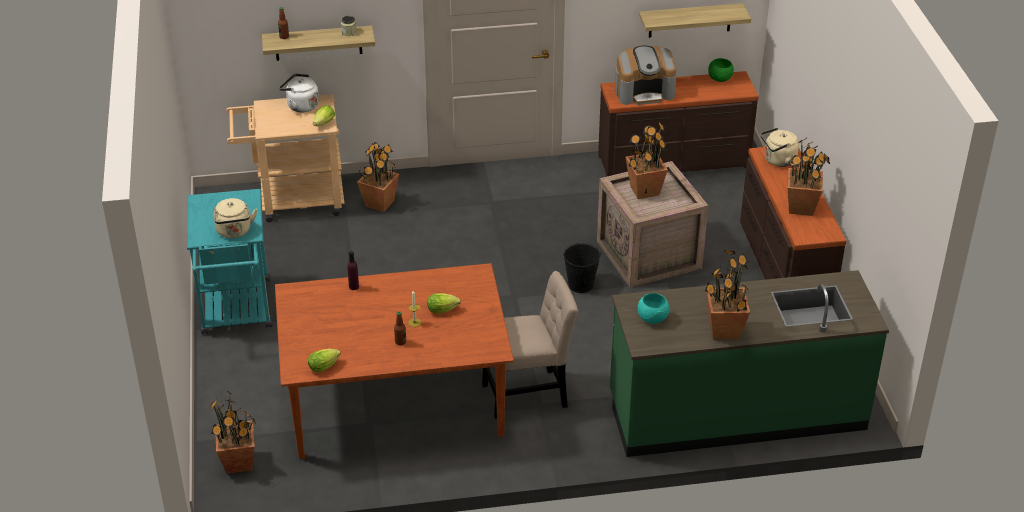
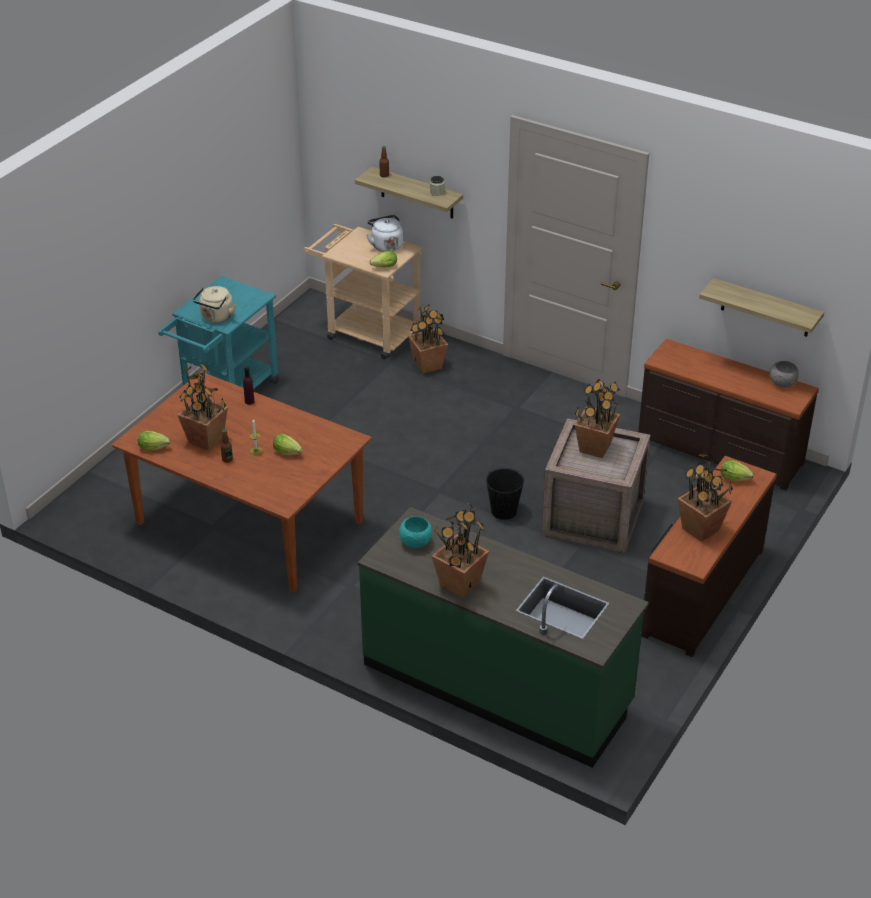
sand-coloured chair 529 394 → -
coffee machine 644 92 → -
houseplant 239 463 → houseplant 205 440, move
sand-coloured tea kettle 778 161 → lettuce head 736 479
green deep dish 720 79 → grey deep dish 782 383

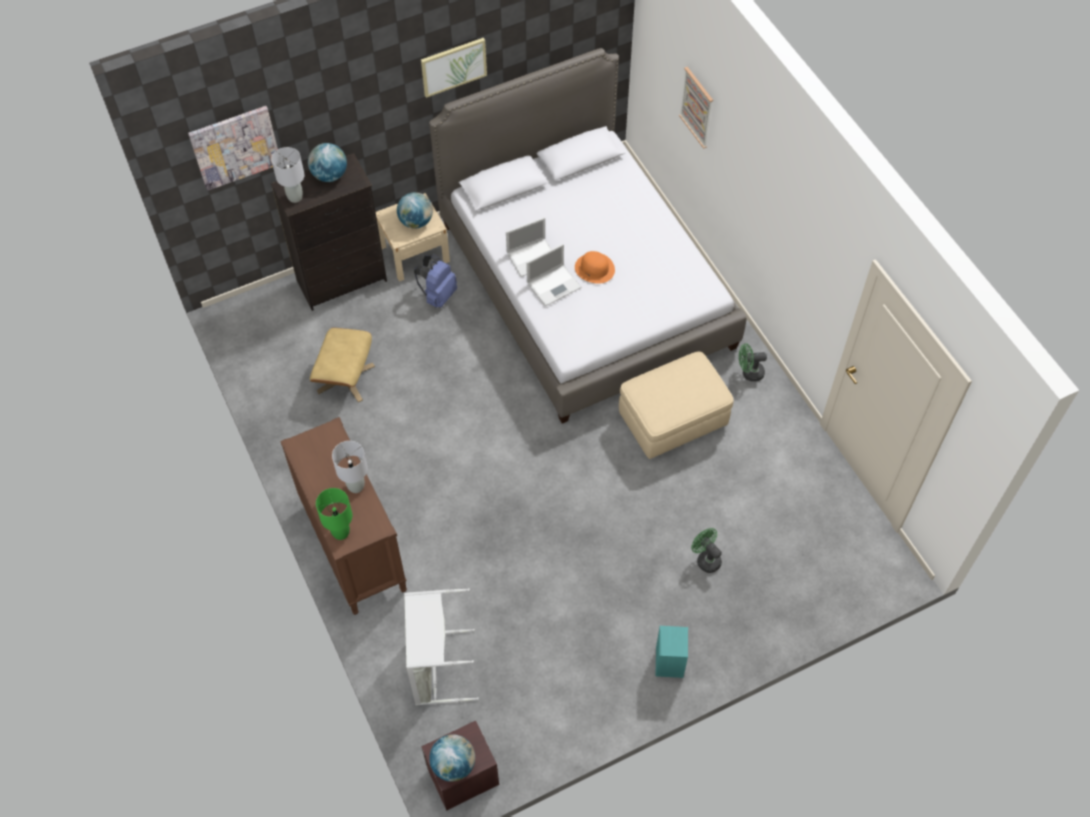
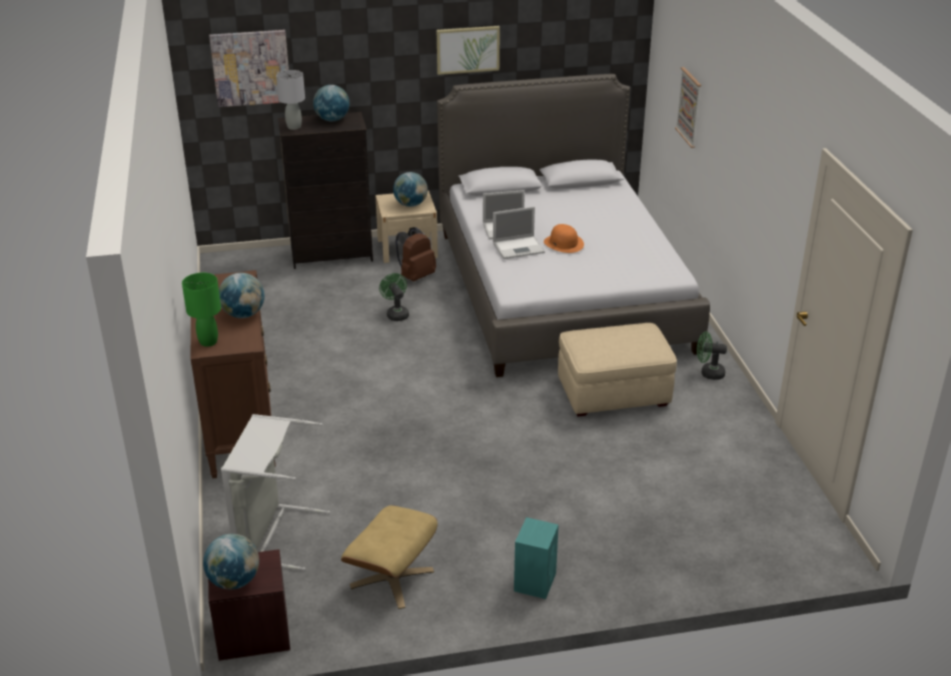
sand-coloured pouffe 346 378 → sand-coloured pouffe 392 578, move
green fan 706 559 → green fan 396 313, move
grey tabletop lamp 356 486 → desk globe 243 314
blue-coloured backpack 438 295 → brownish backpack 415 276

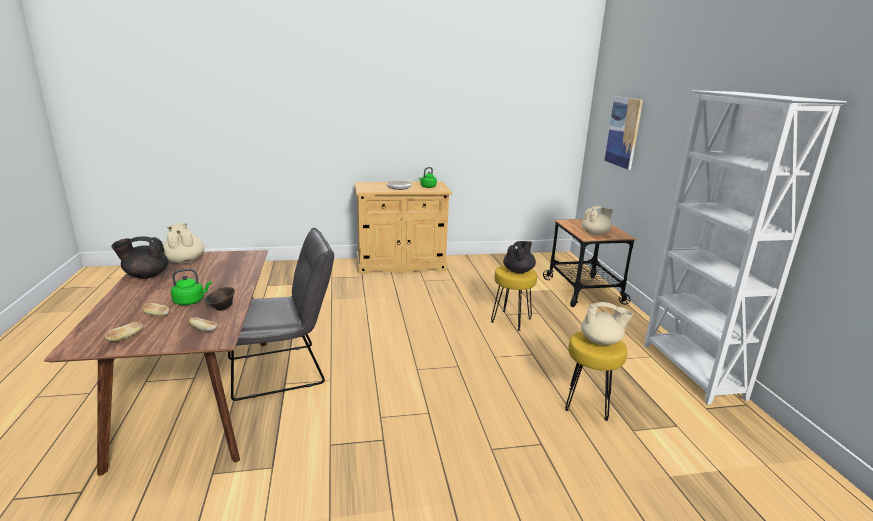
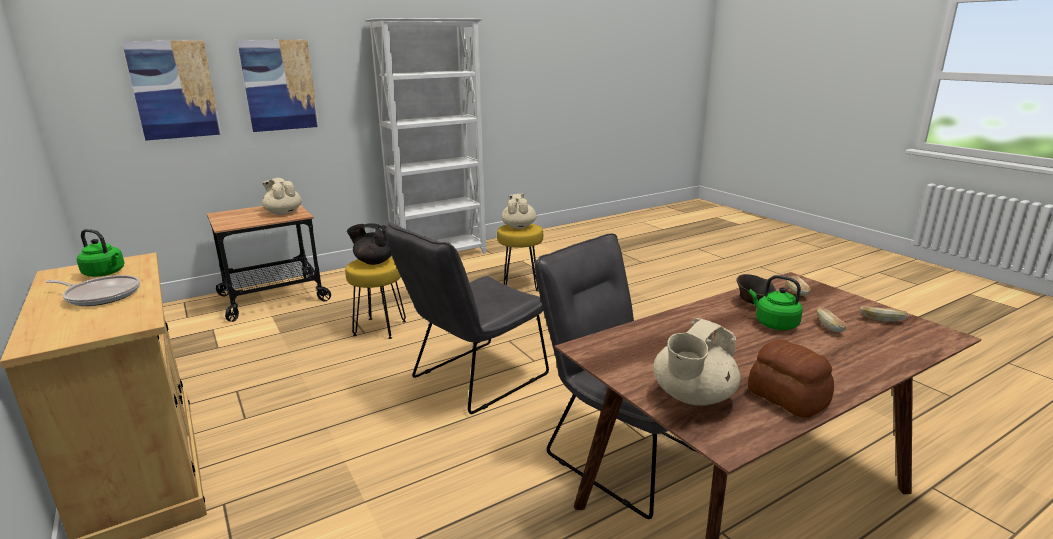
- → wall picture 279 85
- → grey chair 473 379
black-coloured pot for tea 146 275 → bread 787 398

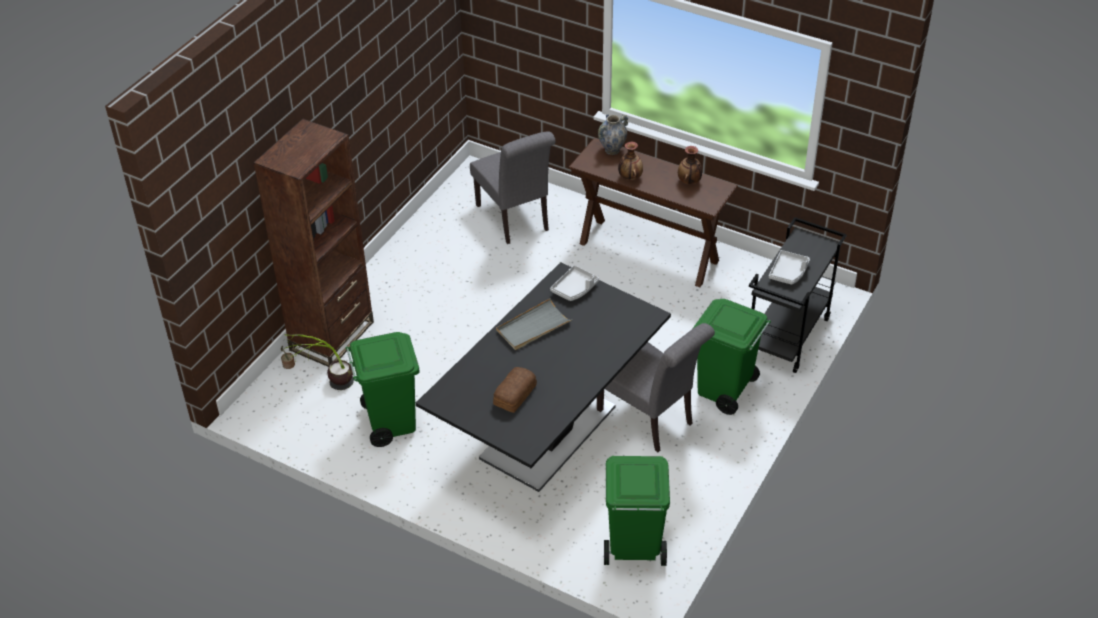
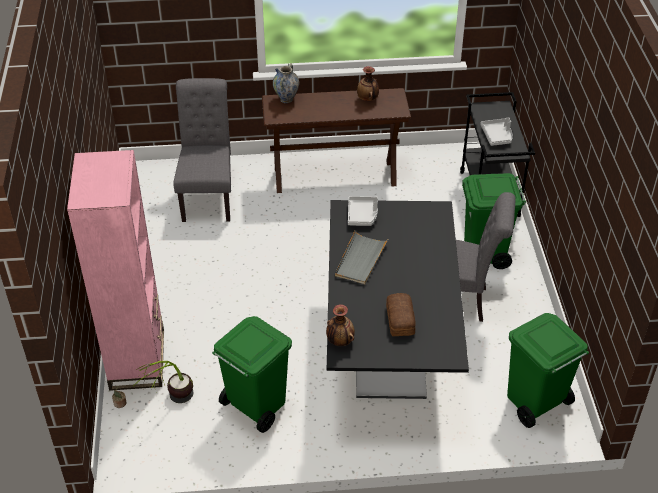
flower vase 630 177 → flower vase 340 341, move
brownish bookcase 332 336 → pink-coloured bookcase 137 359
grey chair 515 220 → grey chair 208 196, 120 degrees counterclockwise

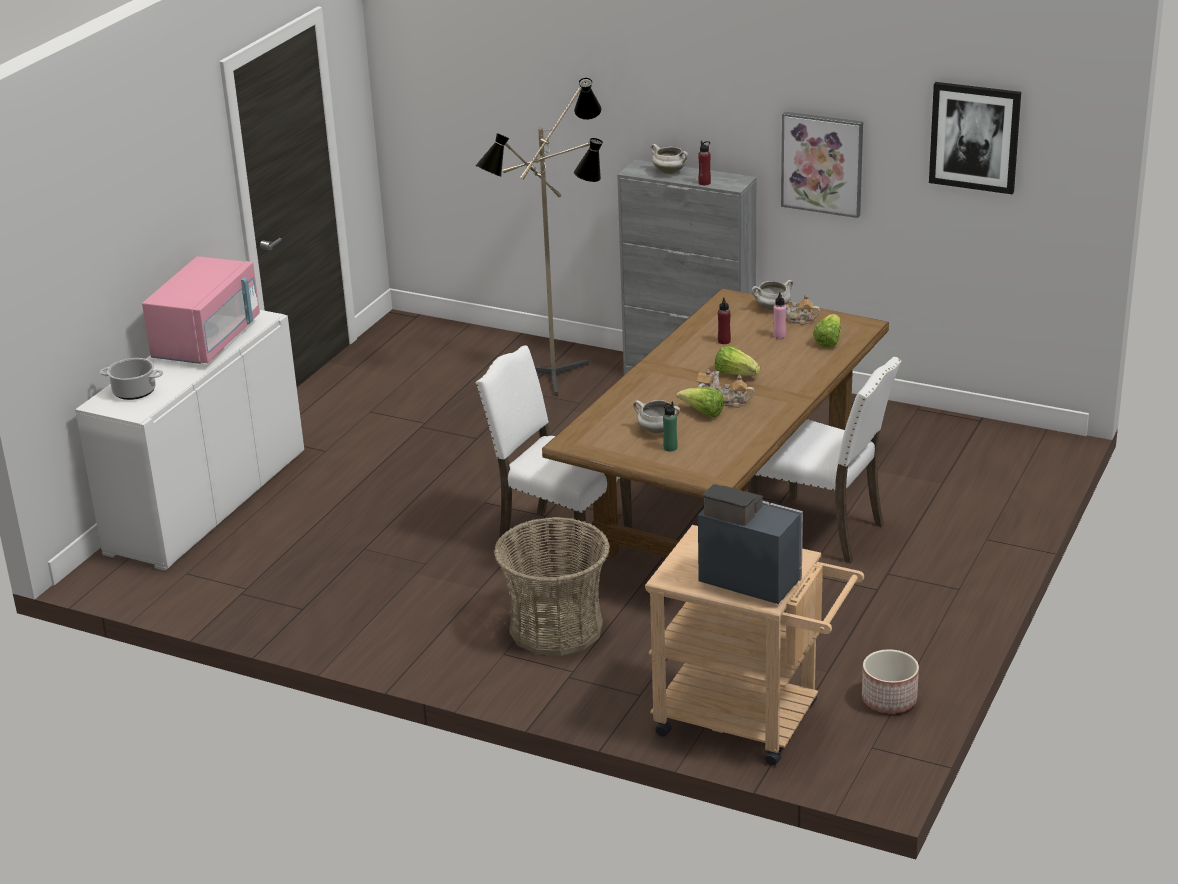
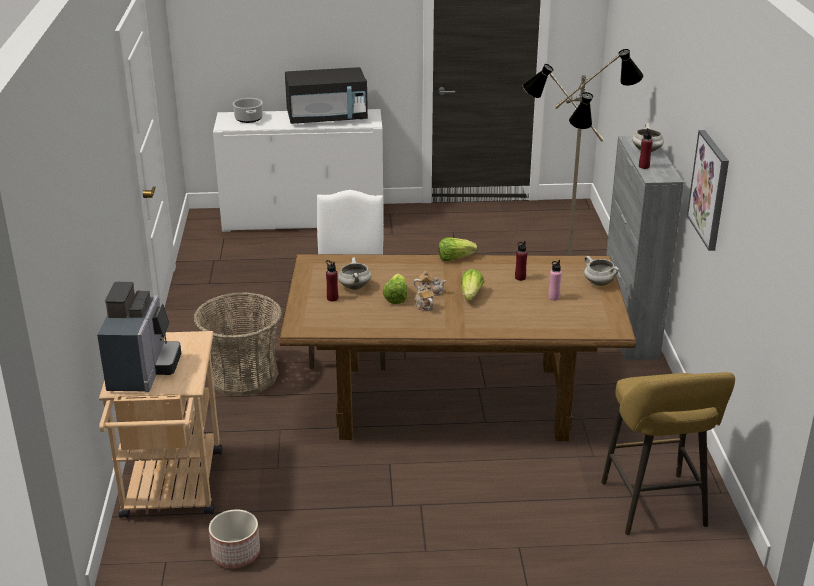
whitish chair 821 531 → -
pot for tea 801 320 → -
wall picture 975 137 → -
- → yellow-coloured stool seat 655 508
lettuce head 828 341 → lettuce head 455 258, move
pink-coloured kitchen microwave 207 341 → black-coloured kitchen microwave 327 118
green beverage bottle 670 448 → red-coloured beverage bottle 332 298

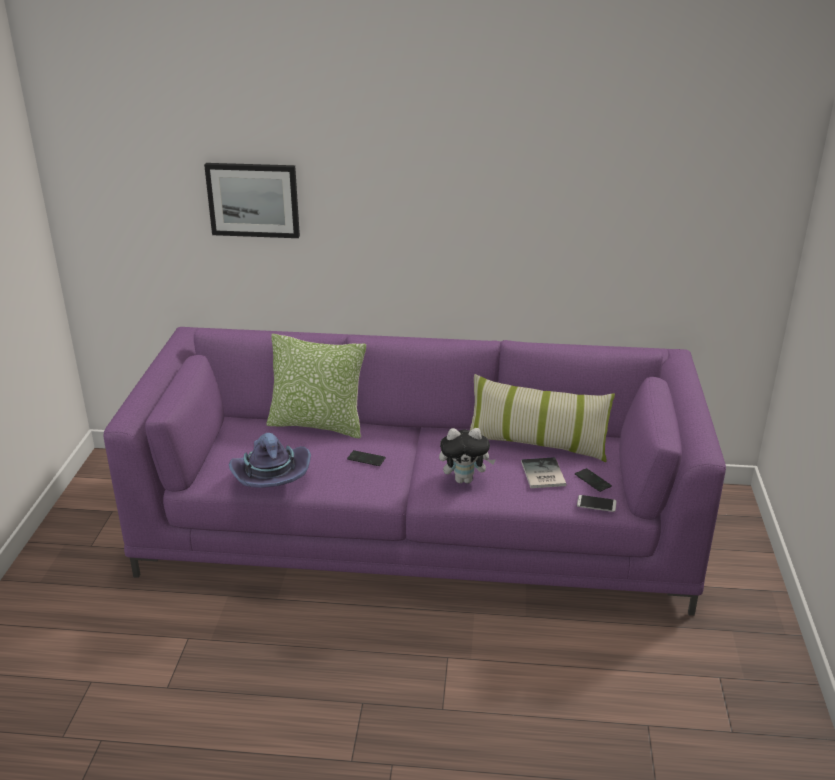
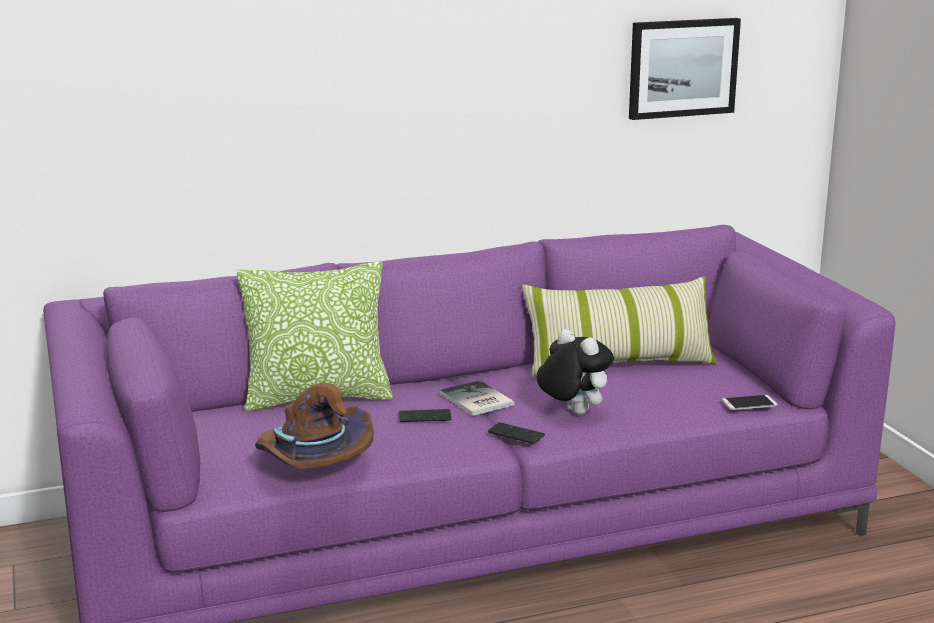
wall picture 253 199 → wall picture 682 68, move
volume 542 474 → volume 476 400, move
telephone 592 481 → telephone 516 434, move
purple wearable hat 270 476 → brownish wearable hat 310 460
cuddly toy 465 479 → cuddly toy 572 412, 105 degrees counterclockwise

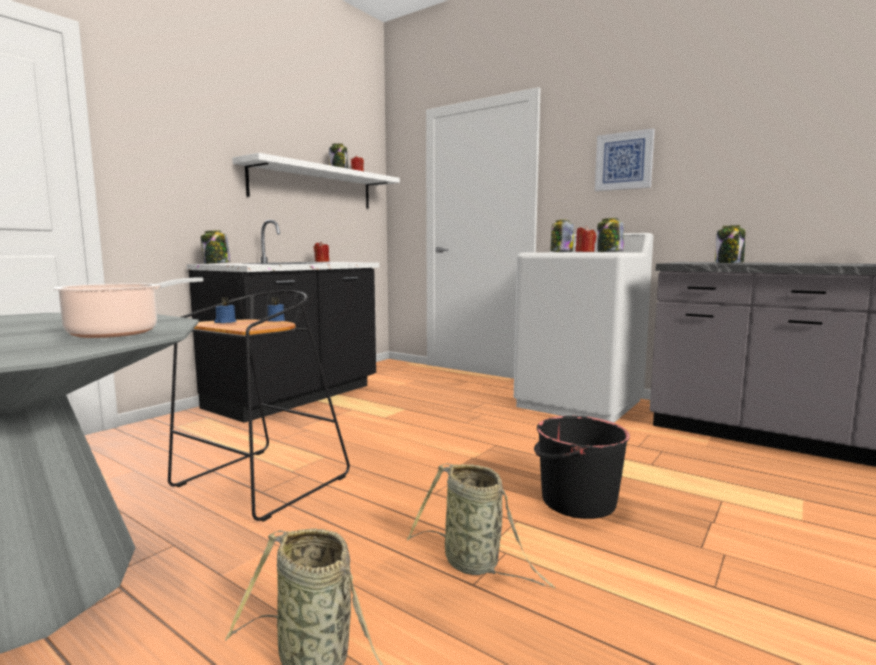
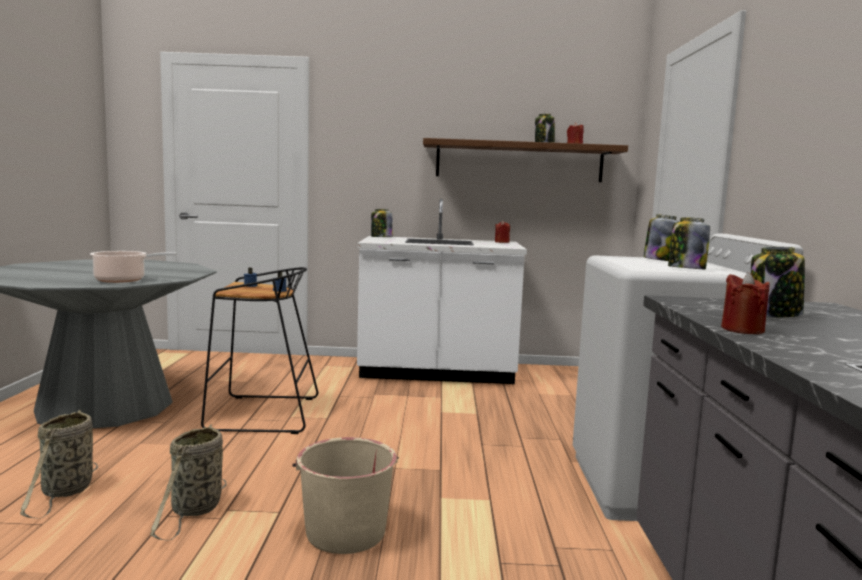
wall picture 624 161 → -
red-coloured candle 585 252 → red-coloured candle 742 330, move
black-coloured counter 295 397 → whitish counter 436 373
whitish wall shelf 313 186 → brownish wall shelf 519 161
black-coloured water bucket 577 501 → sand-coloured water bucket 345 532

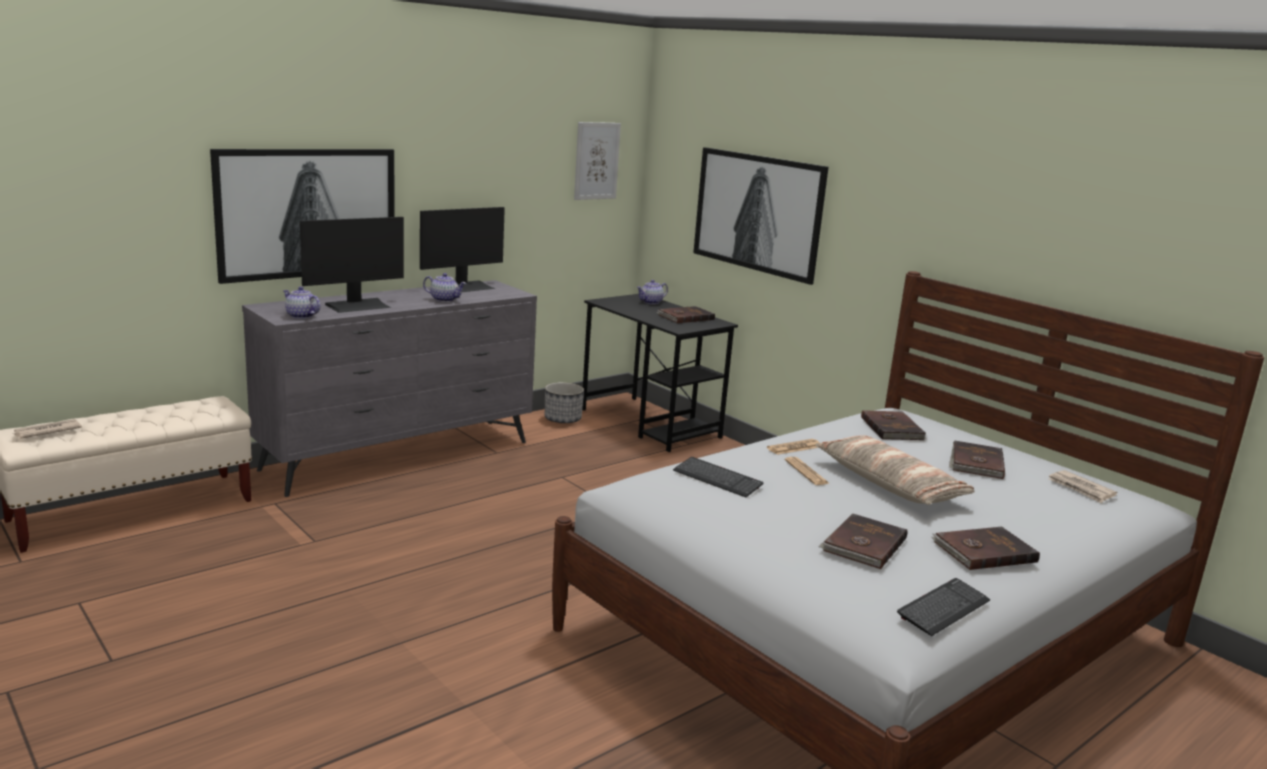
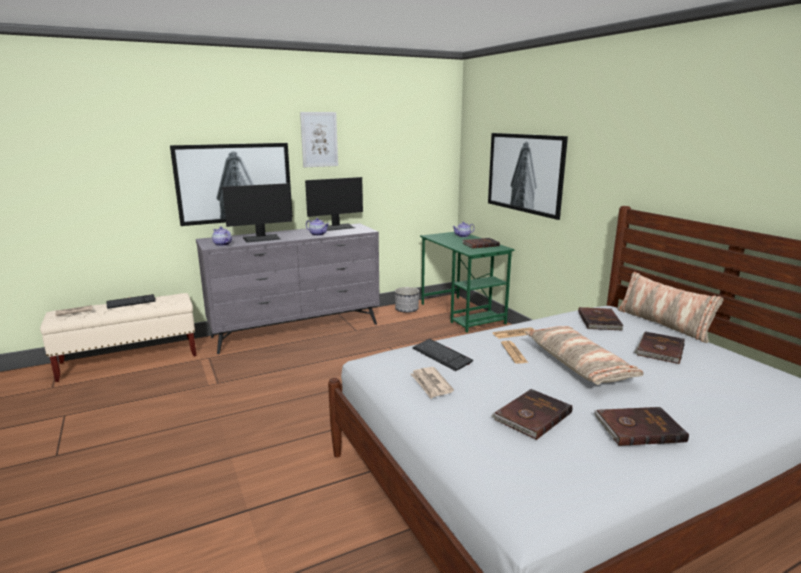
- → pillow 663 324
wall picture 596 161 → wall picture 319 139, move
PC keyboard 943 609 → PC keyboard 131 302, move
printed paper 1081 489 → printed paper 431 384, move
black-coloured desk unit 651 423 → green desk unit 462 314

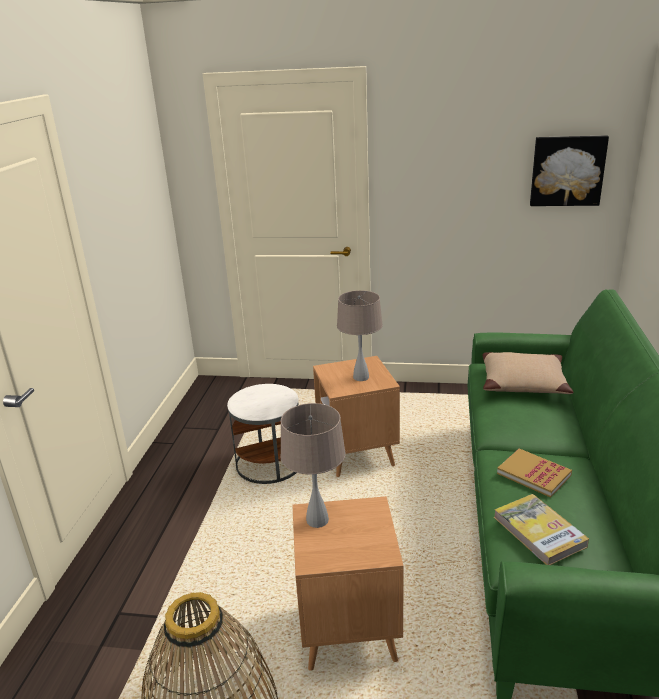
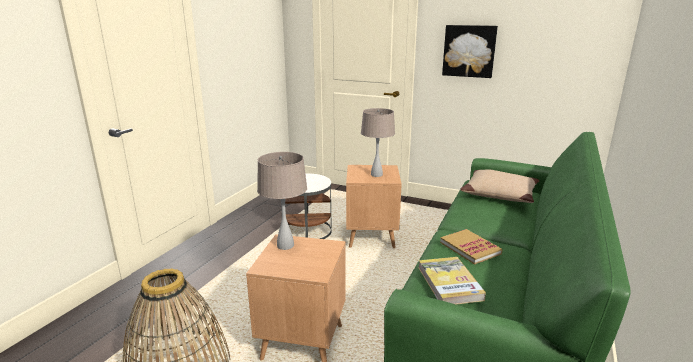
wall picture 567 171 → wall picture 469 51, move

